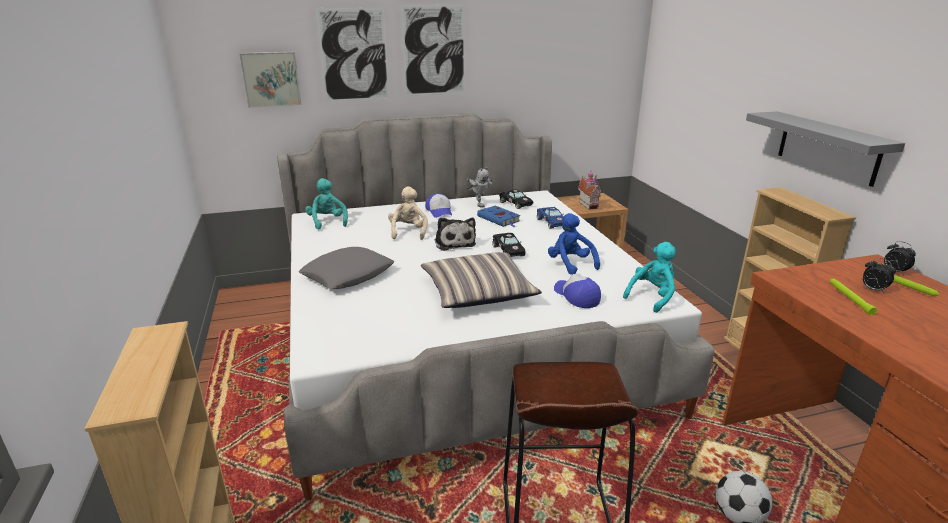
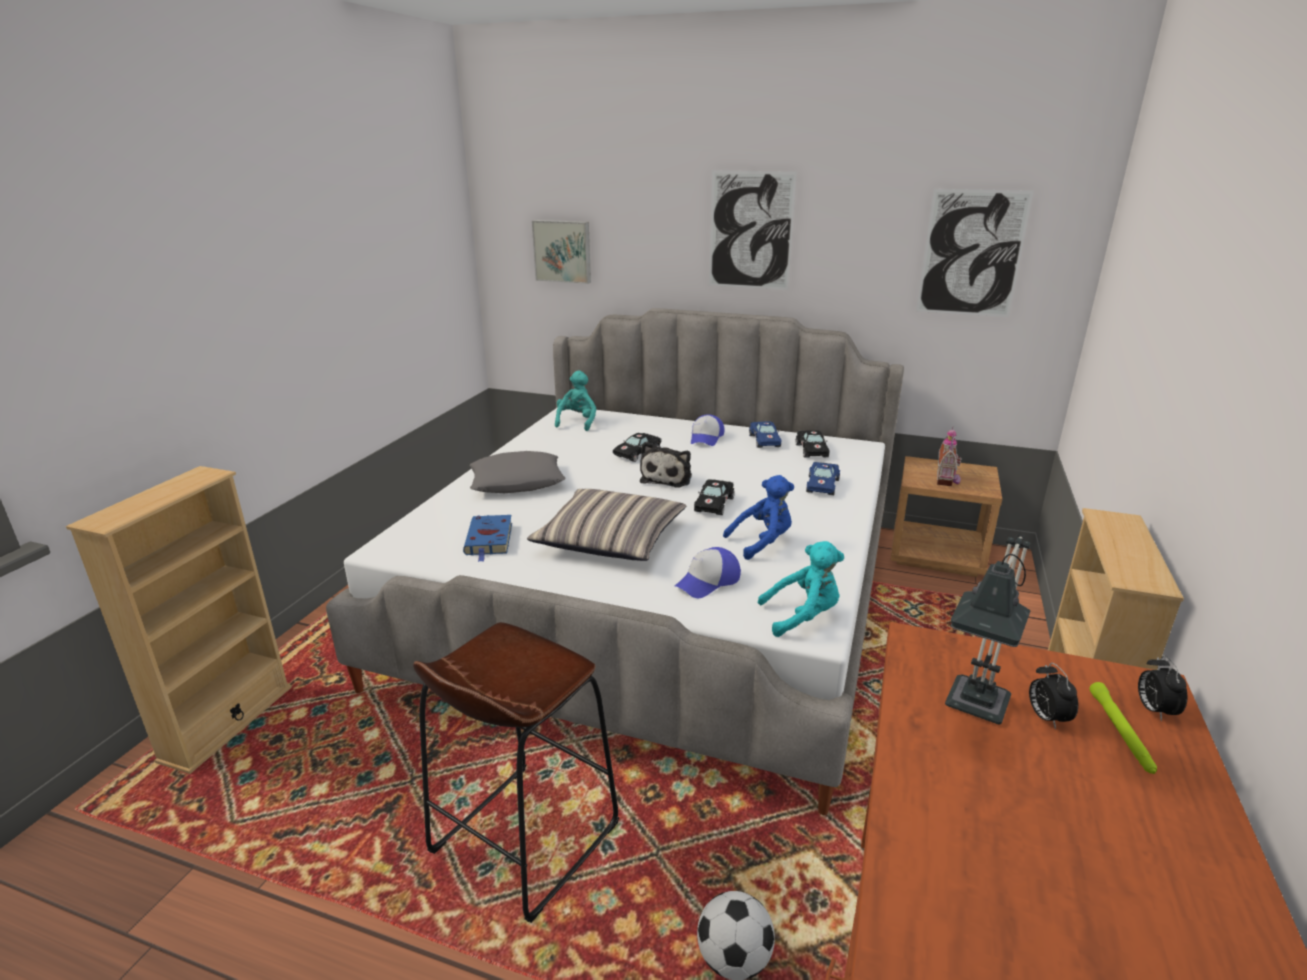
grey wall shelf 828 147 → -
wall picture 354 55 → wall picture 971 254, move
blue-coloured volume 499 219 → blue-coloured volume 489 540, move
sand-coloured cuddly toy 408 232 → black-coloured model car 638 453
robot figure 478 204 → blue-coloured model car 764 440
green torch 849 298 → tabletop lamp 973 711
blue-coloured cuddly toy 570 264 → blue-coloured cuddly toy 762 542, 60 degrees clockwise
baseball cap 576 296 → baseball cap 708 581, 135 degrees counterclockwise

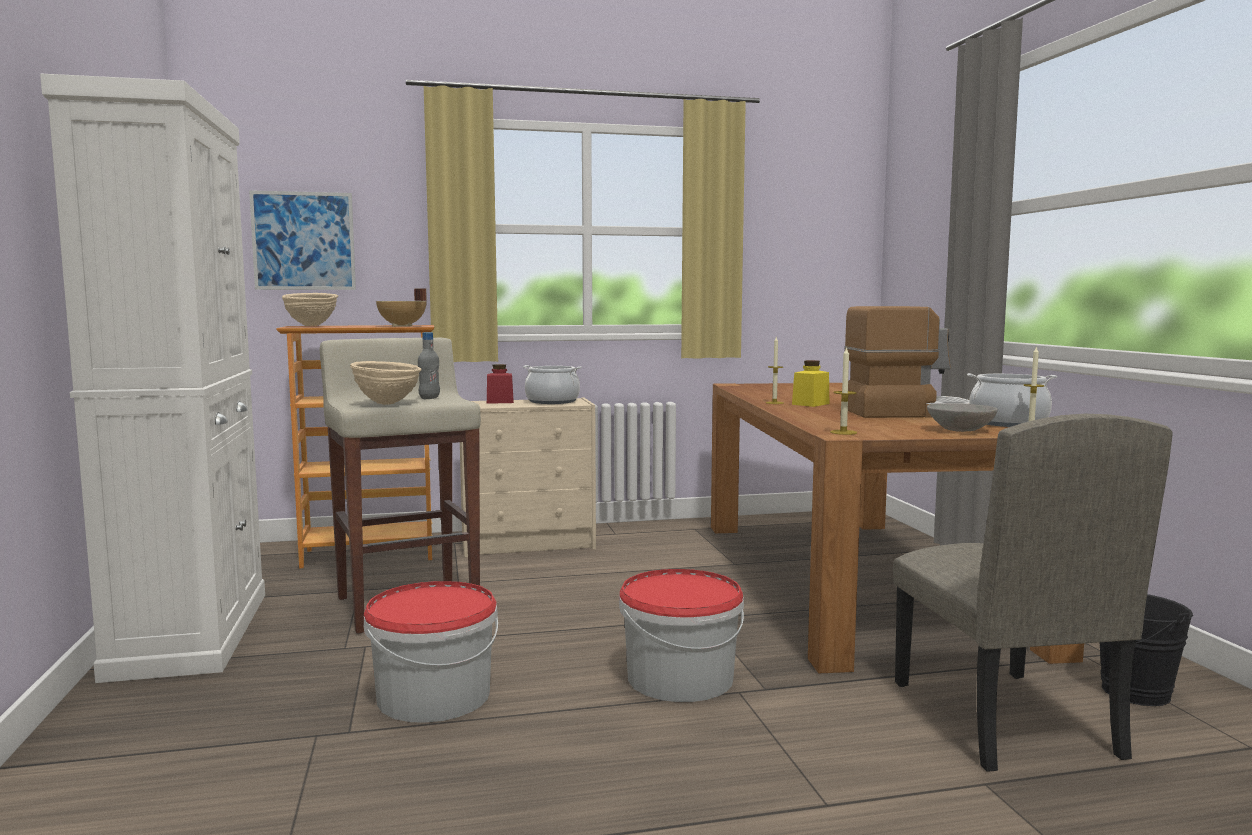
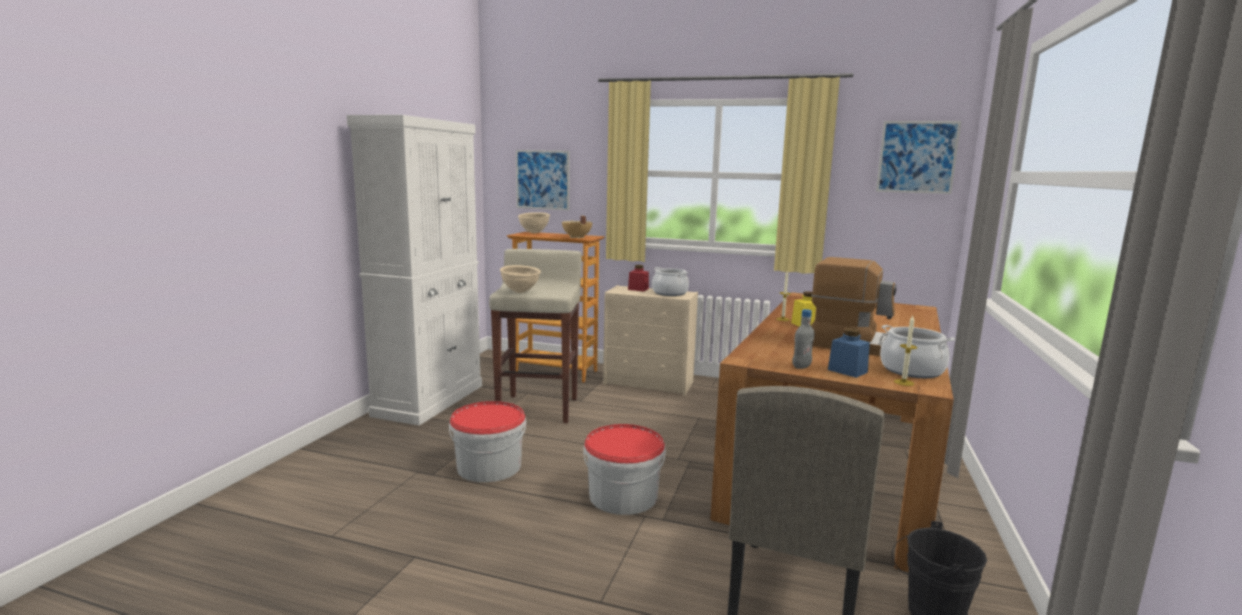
candle 843 432 → -
- → wall picture 917 157
grey beverage bottle 429 398 → grey beverage bottle 801 366, move
grey deep dish 960 430 → blue-coloured storage jar 847 371

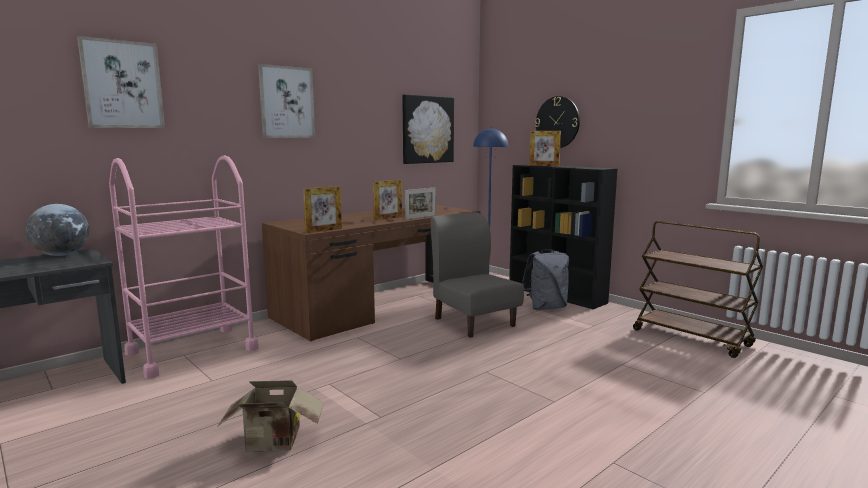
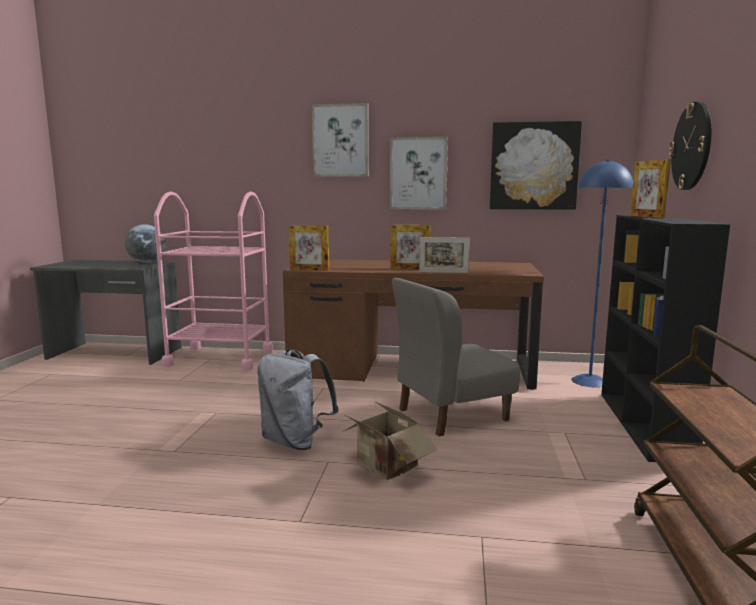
wall picture 122 84 → wall picture 418 173, move
carton 274 443 → carton 385 469, move
grey backpack 546 307 → grey backpack 295 442, move
grey chair 474 322 → grey chair 451 414, 135 degrees counterclockwise

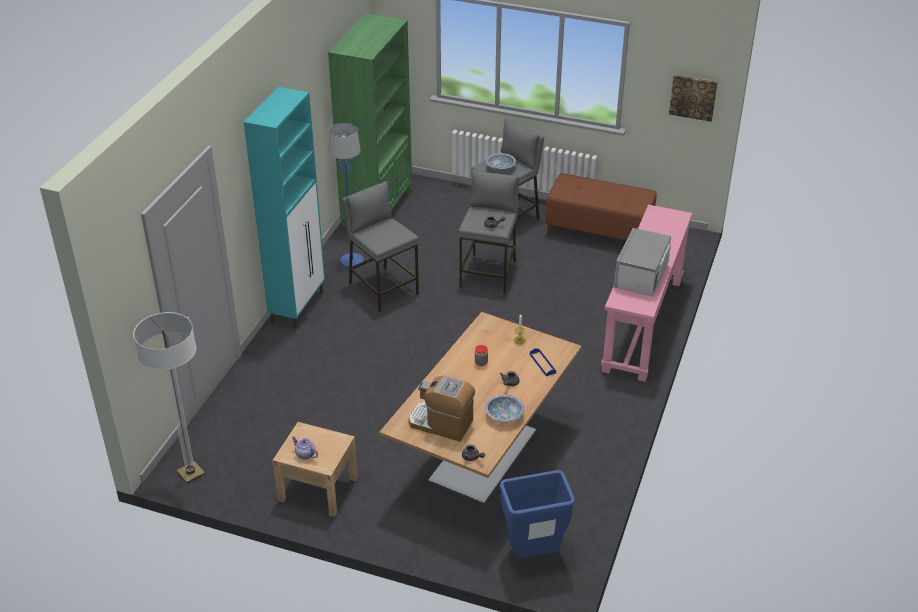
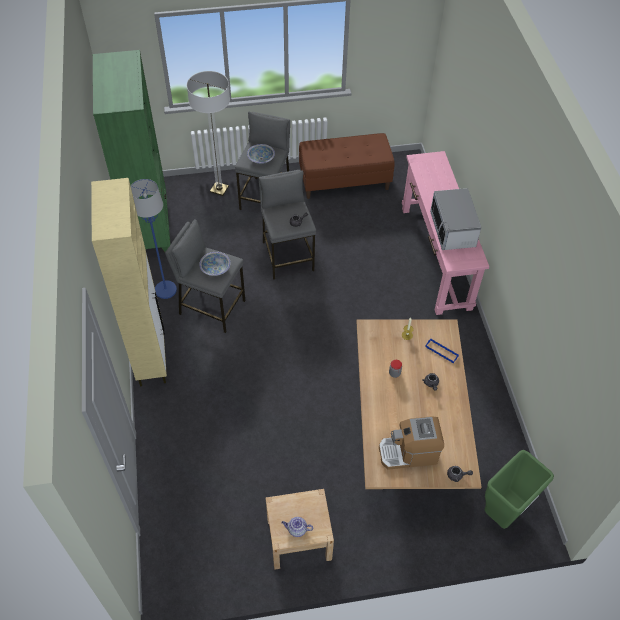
wall picture 693 97 → -
floor lamp 191 473 → floor lamp 219 189, move
deep dish 504 415 → deep dish 215 268, move
turquoise cabinet 298 307 → sand-coloured cabinet 151 358
blue-coloured trash can 532 554 → green trash can 503 513

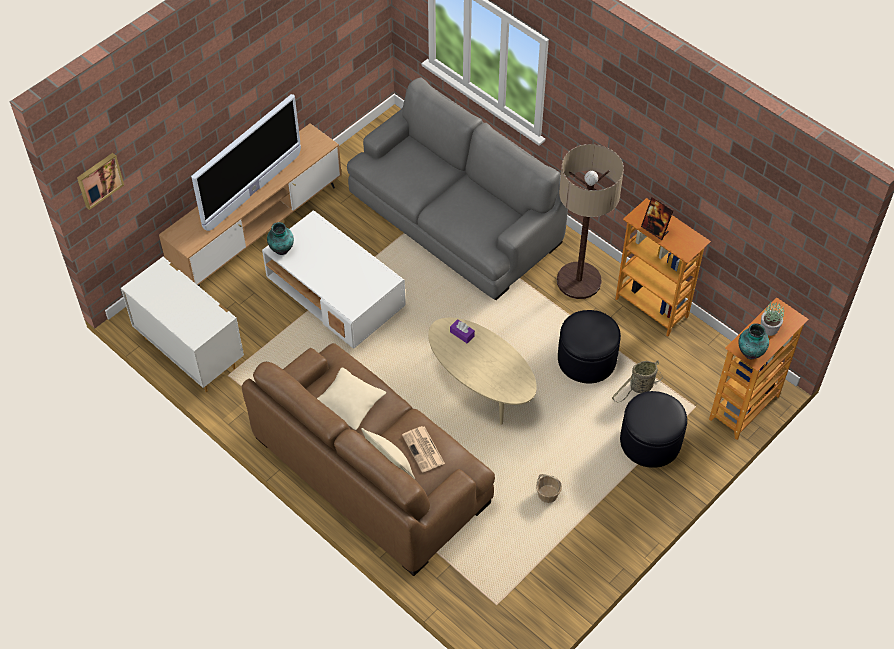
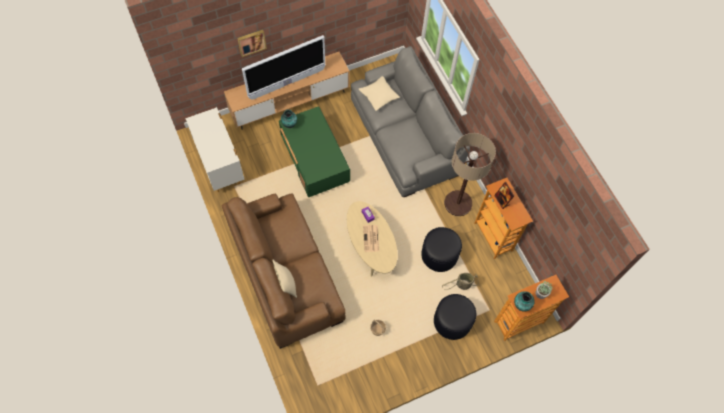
wall picture 99 180 → wall picture 251 42, move
sand-coloured pillow 349 403 → sand-coloured pillow 378 96, move
printed paper 424 450 → printed paper 371 239, move
whitish coffee table 336 295 → green coffee table 314 160

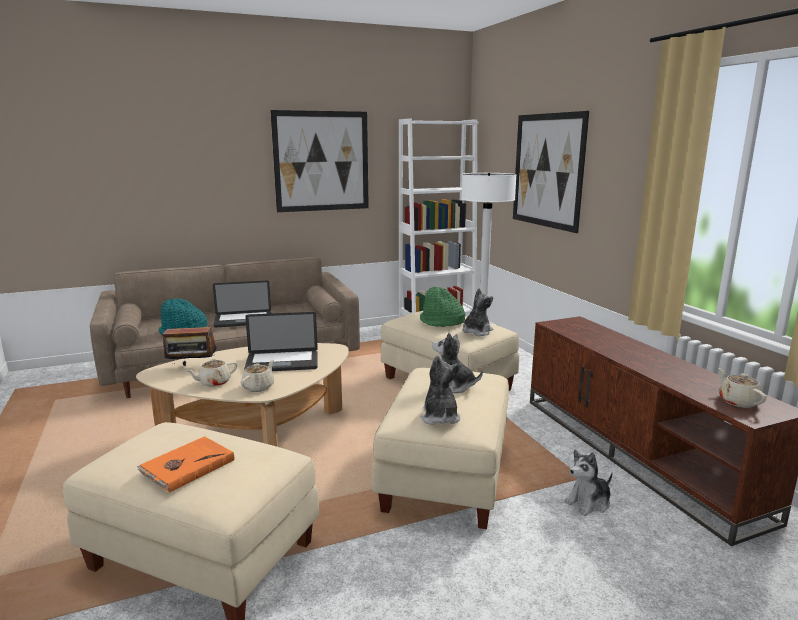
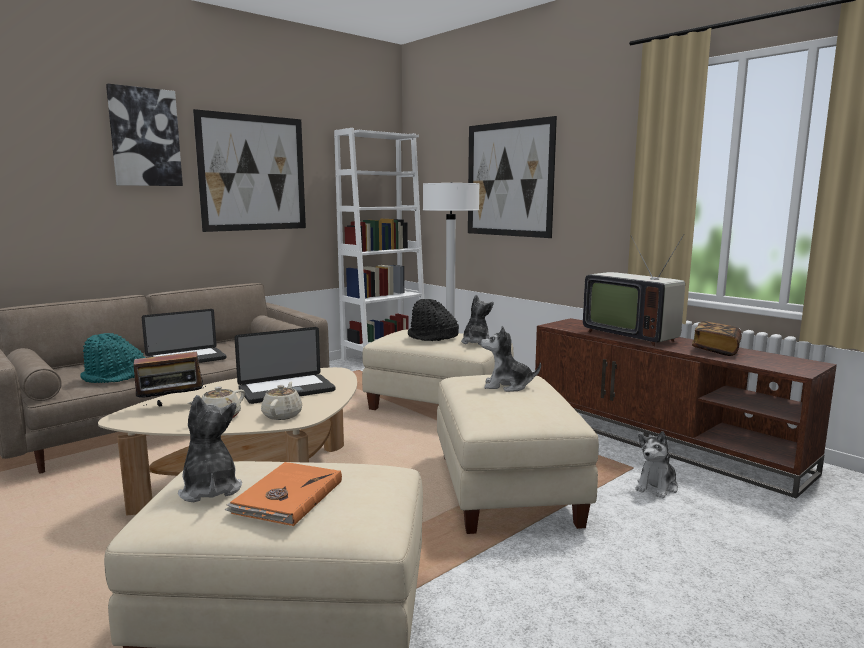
sand-coloured pot for tea 738 401 → -
- → wall picture 145 137
- → television 631 335
- → volume 716 350
cuddly toy 439 417 → cuddly toy 210 489, move
green wearable hat 441 322 → black-coloured wearable hat 432 337

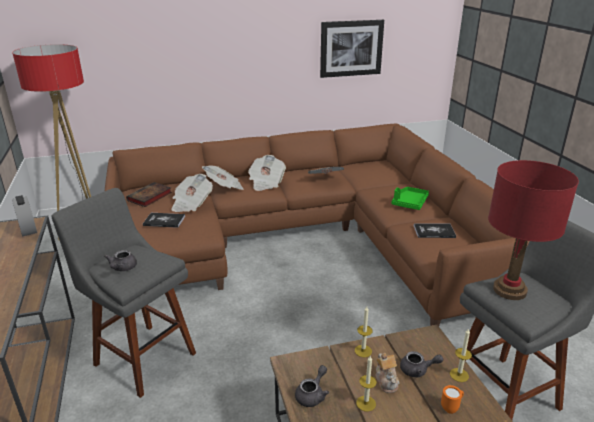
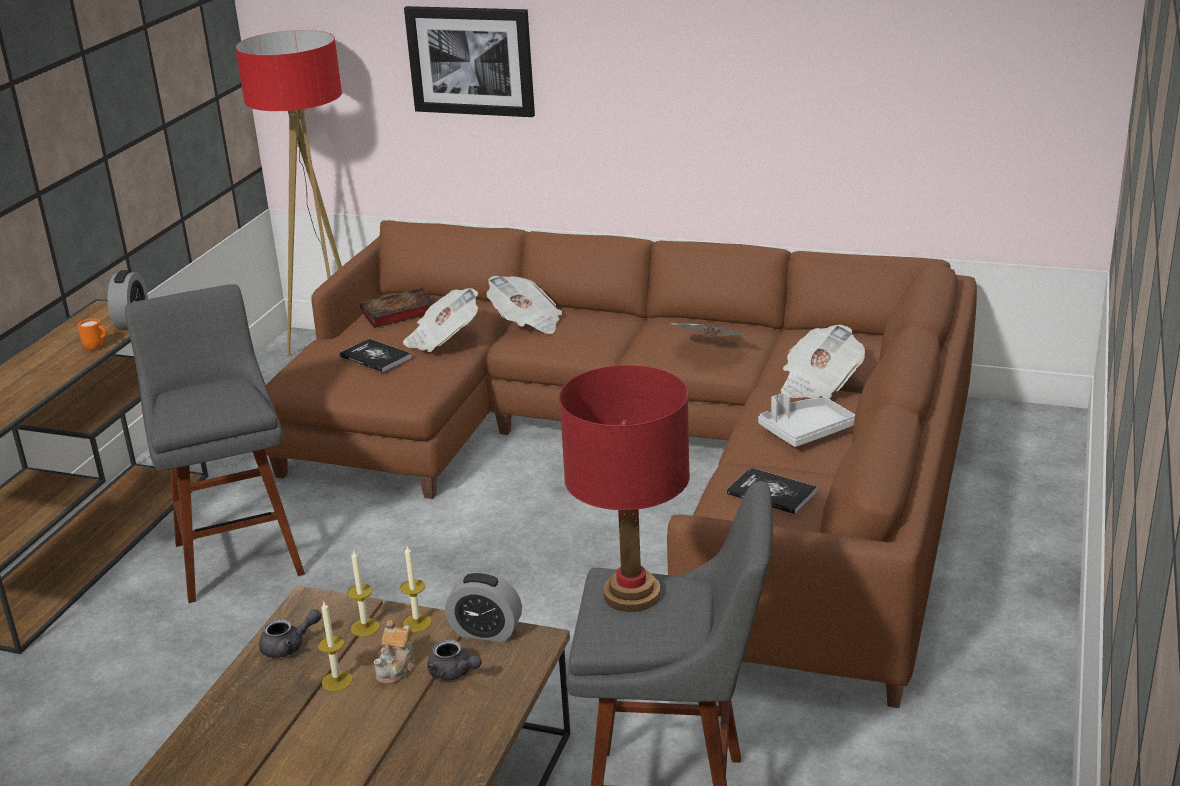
grey pot for tea 122 268 → -
- → bedside clock 485 631
printed paper 266 183 → printed paper 818 384, move
wall picture 351 48 → wall picture 471 61, move
orangey tea mug 451 408 → orangey tea mug 97 347, move
candle 459 375 → candle 365 627, move
green serving tray 409 203 → grey serving tray 806 431

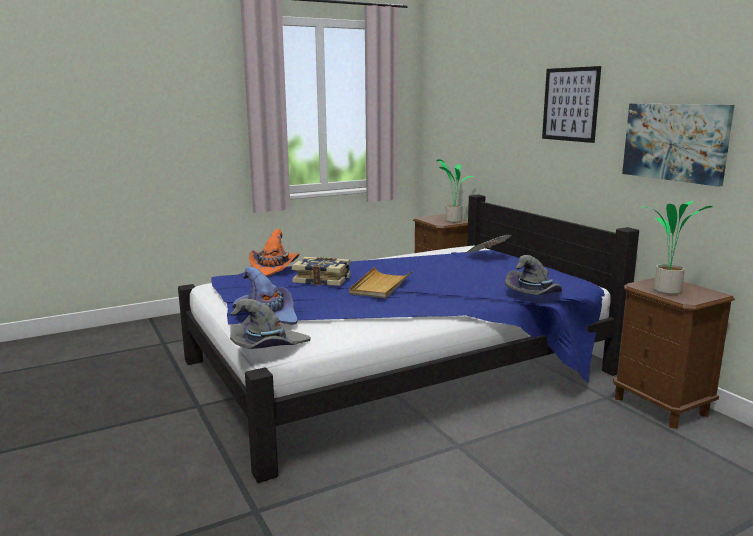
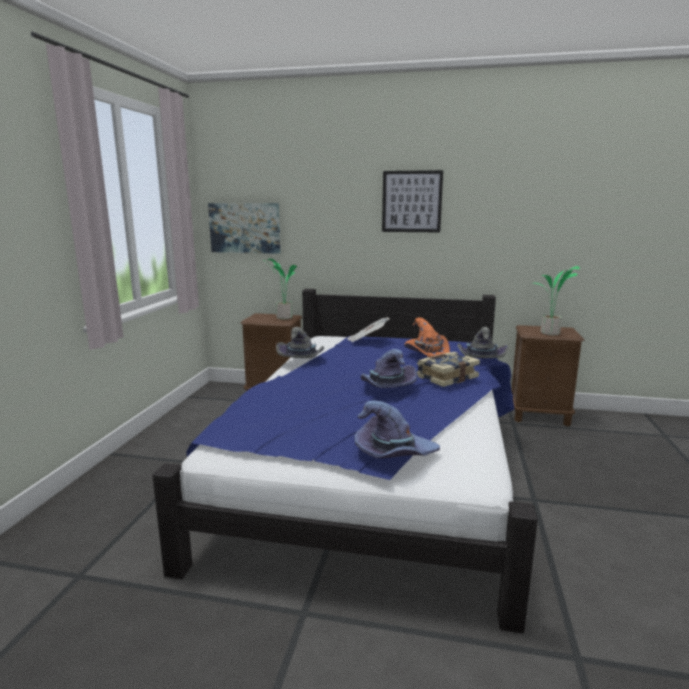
grey wearable hat 267 346 → grey wearable hat 301 359, move
orangey wearable hat 273 269 → orangey wearable hat 428 355, move
volume 322 280 → volume 446 377, move
wall picture 675 142 → wall picture 245 228, move
sand-coloured serving tray 380 285 → purple wearable hat 386 387

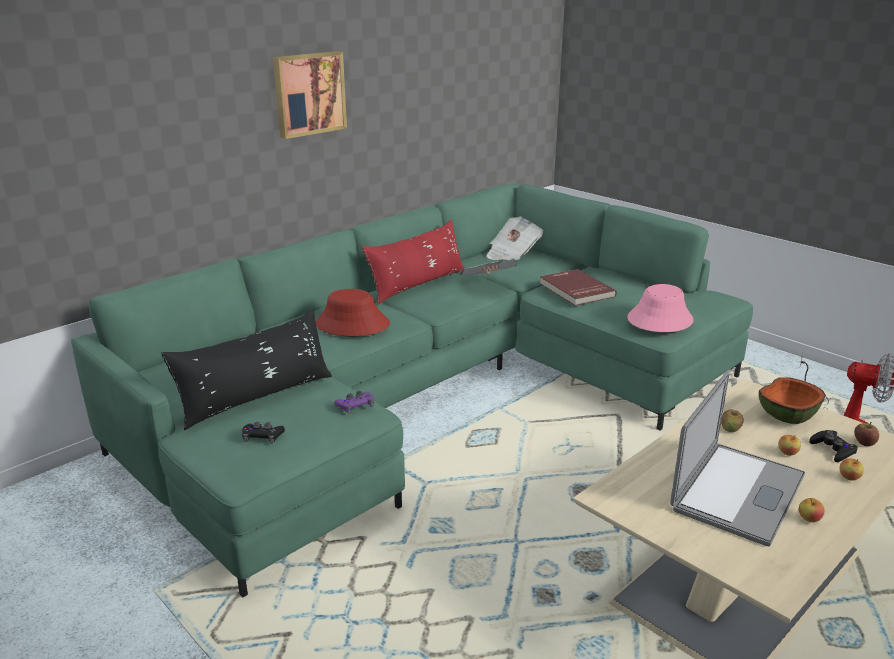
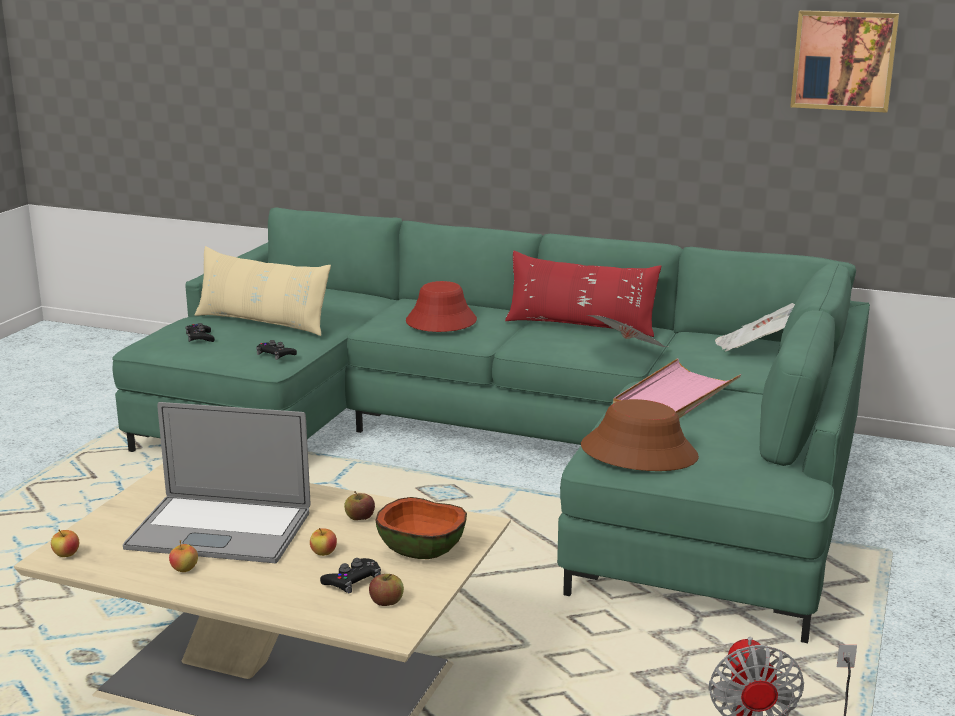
wall picture 308 93 → wall picture 844 60, move
apple 849 478 → apple 66 555, move
red-coloured volume 575 290 → pink-coloured serving tray 675 396
black-coloured pillow 257 398 → sand-coloured pillow 262 323
purple game controller 355 405 → black-coloured game controller 275 355
pink-coloured wearable hat 659 319 → brownish wearable hat 639 452

